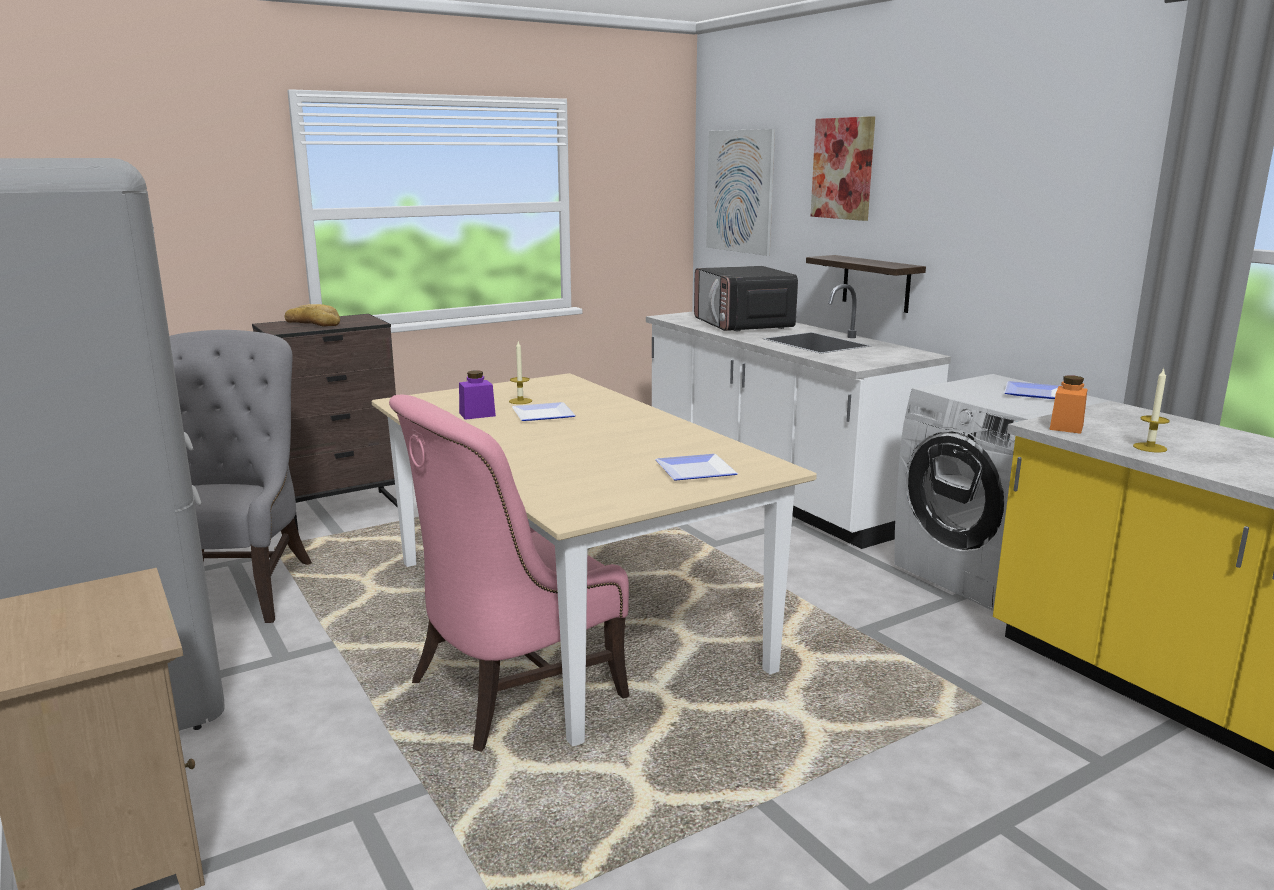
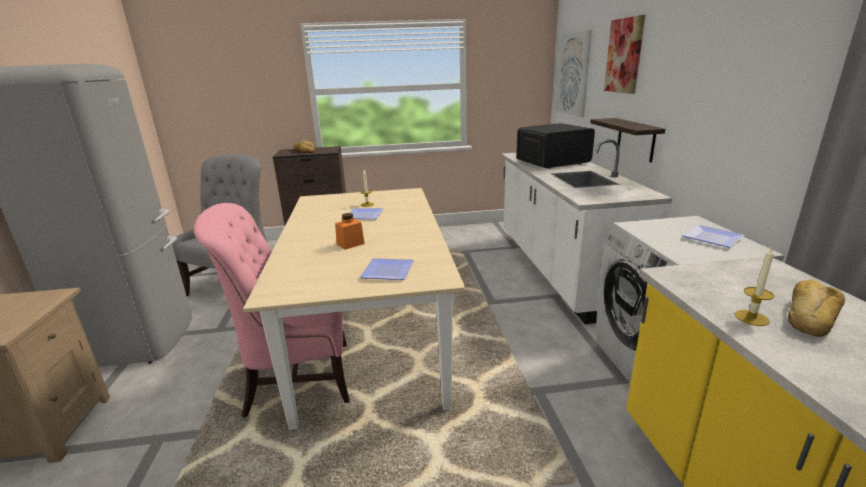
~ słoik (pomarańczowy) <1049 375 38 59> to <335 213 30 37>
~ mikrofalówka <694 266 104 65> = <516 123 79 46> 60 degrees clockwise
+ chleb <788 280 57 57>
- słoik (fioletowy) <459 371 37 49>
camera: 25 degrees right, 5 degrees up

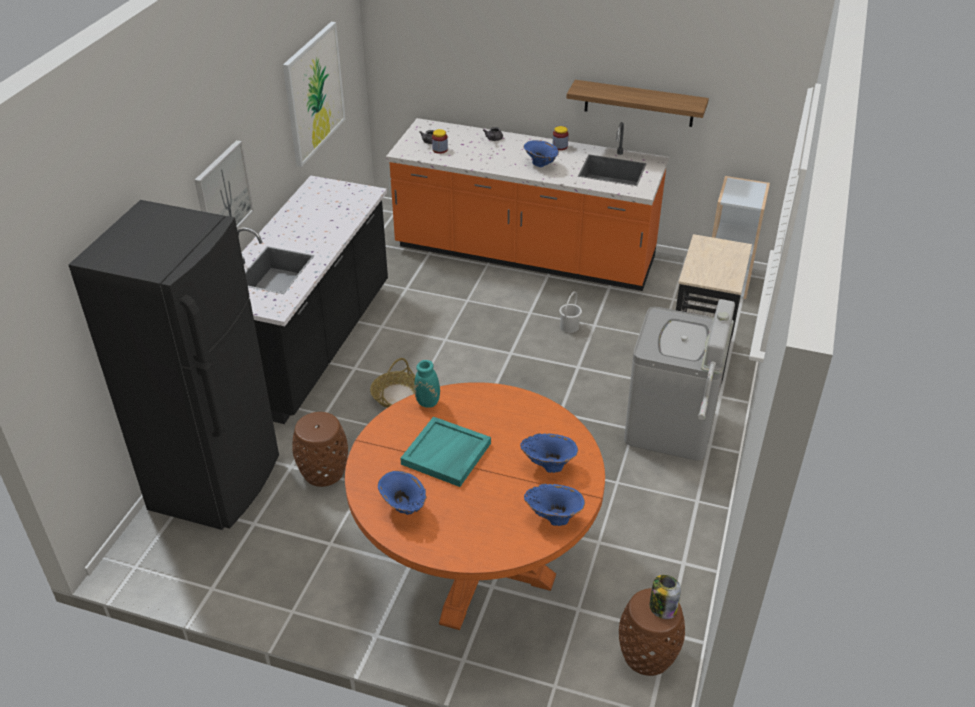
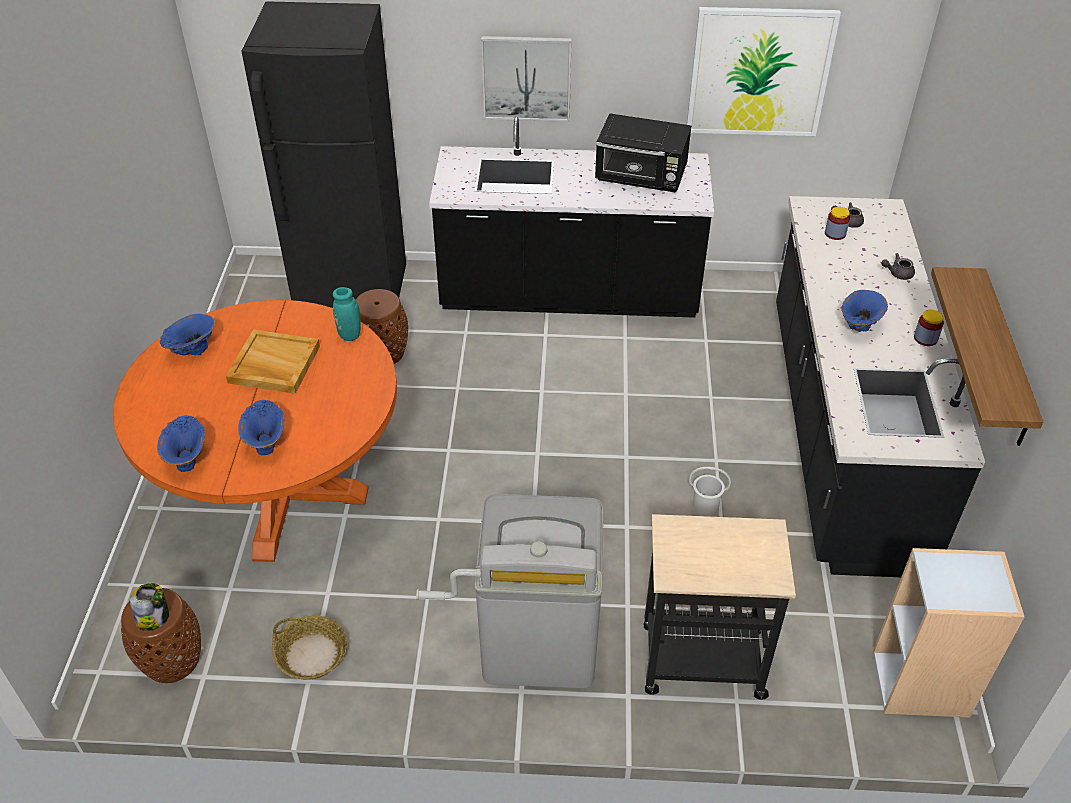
~ taca (turkusowy) <400 417 91 70> to taca (beżowy) <226 329 94 65>
~ koszyk <370 358 45 50> to <272 616 75 64>
+ mikrofalówka (czarny) <595 113 96 80>
~ zabudowa kuchenna (pomarańczowy) <386 118 283 173> to zabudowa kuchenna (czarny) <776 196 209 381>
camera: 75 degrees right, 5 degrees up

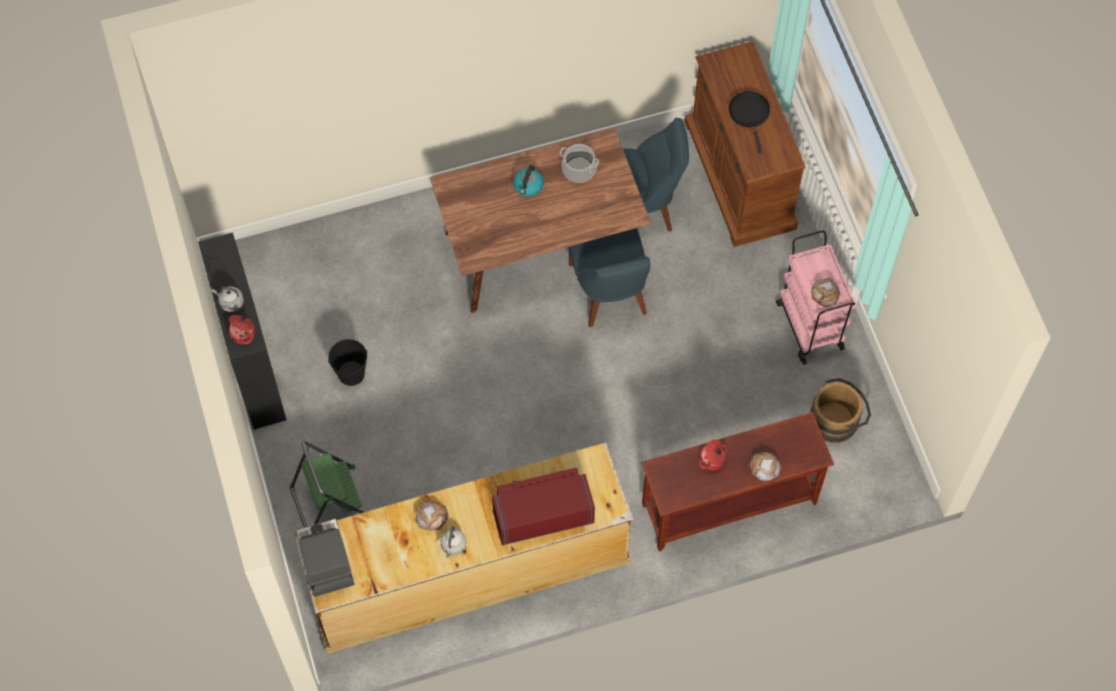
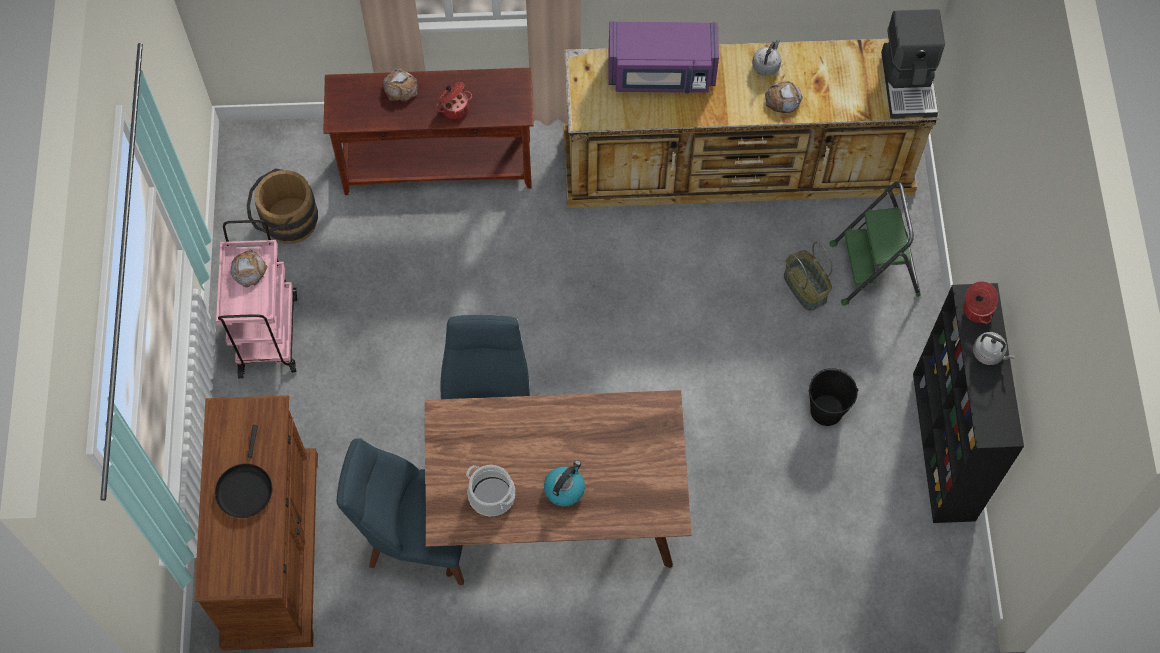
~ mikrofalówka (czerwony) <492 468 103 77> to mikrofalówka (fioletowy) <608 21 111 72>
+ koszyk <784 241 49 70>
camera: 165 degrees left, 0 degrees up

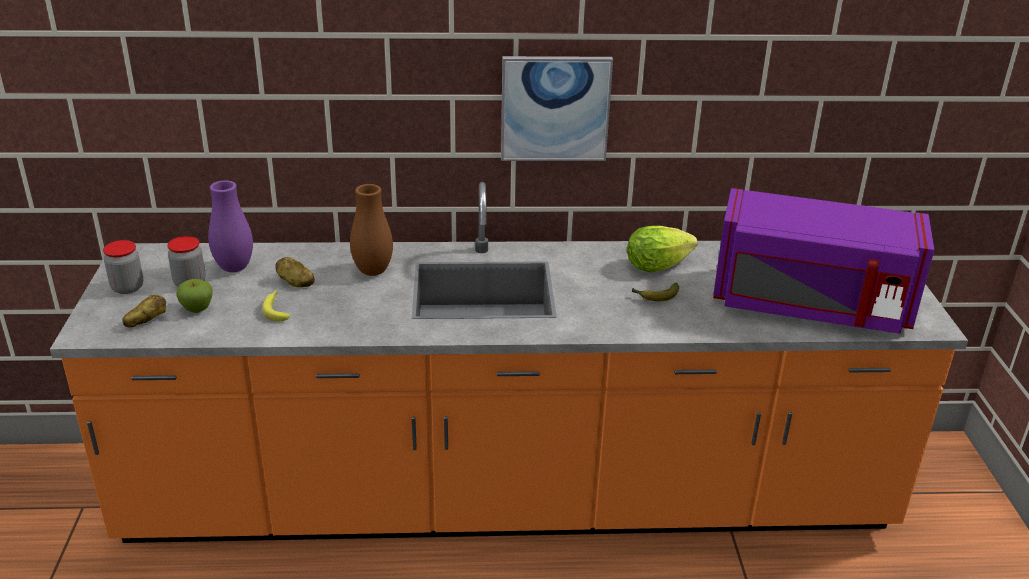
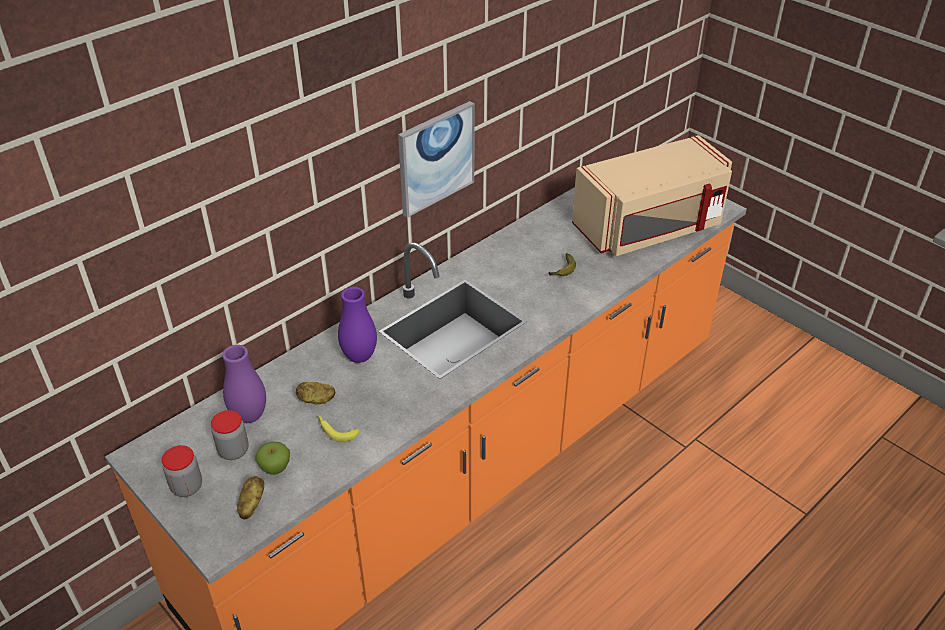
~ wazon (brązowy) <350 184 43 92> to wazon (fioletowy) <338 287 39 76>
~ mikrofalówka (fioletowy) <713 188 221 146> to mikrofalówka (beżowy) <572 135 160 121>
- sałata <627 226 71 47>
camera: 40 degrees left, 10 degrees up

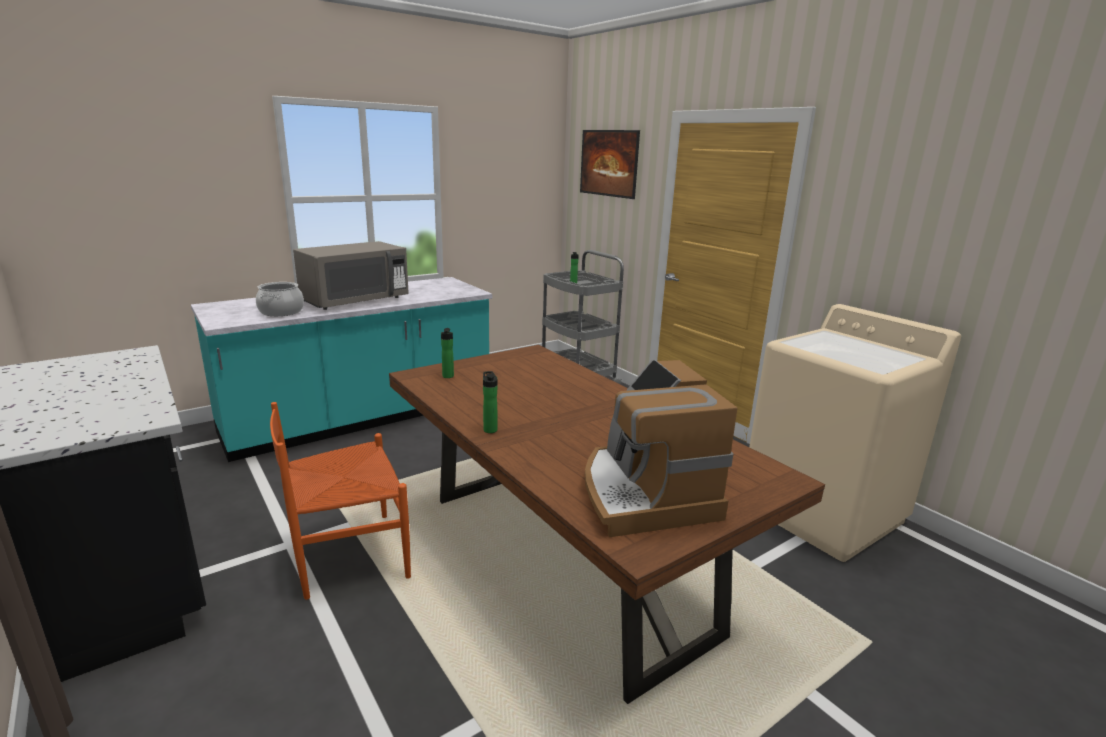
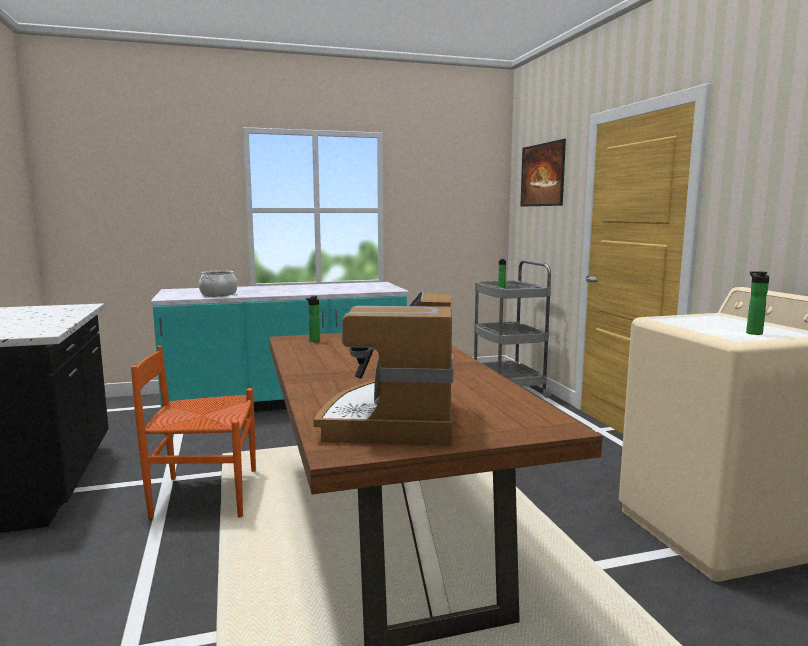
~ butelka <483 371 14 62> to <746 271 23 64>
- mikrofalówka (szary) <293 241 116 69>
camera: 20 degrees right, 10 degrees down

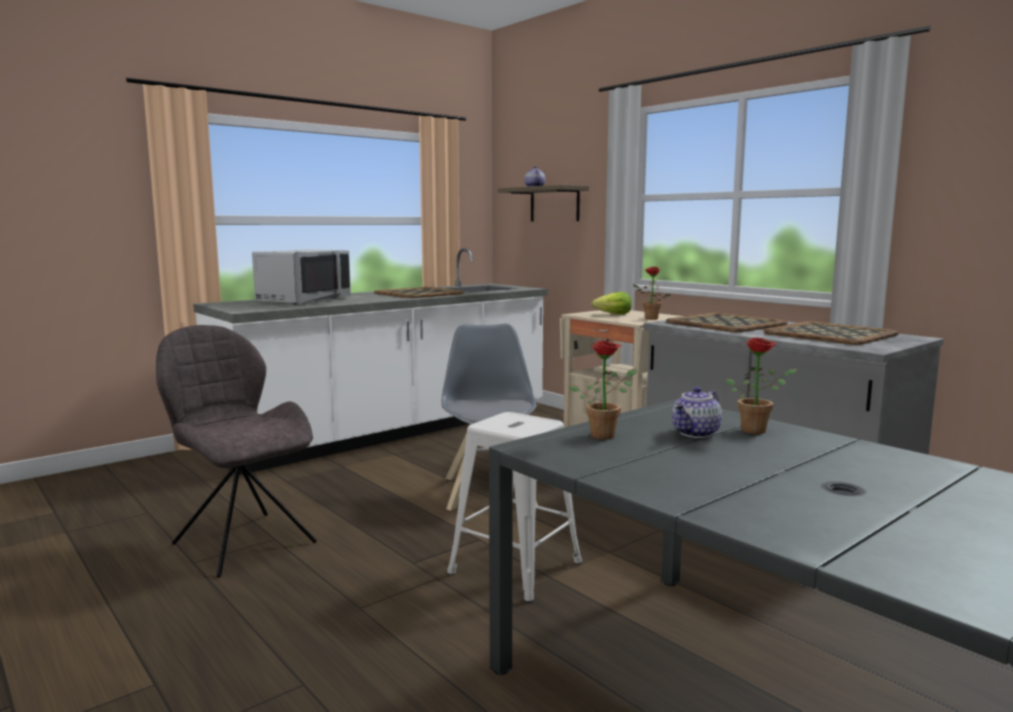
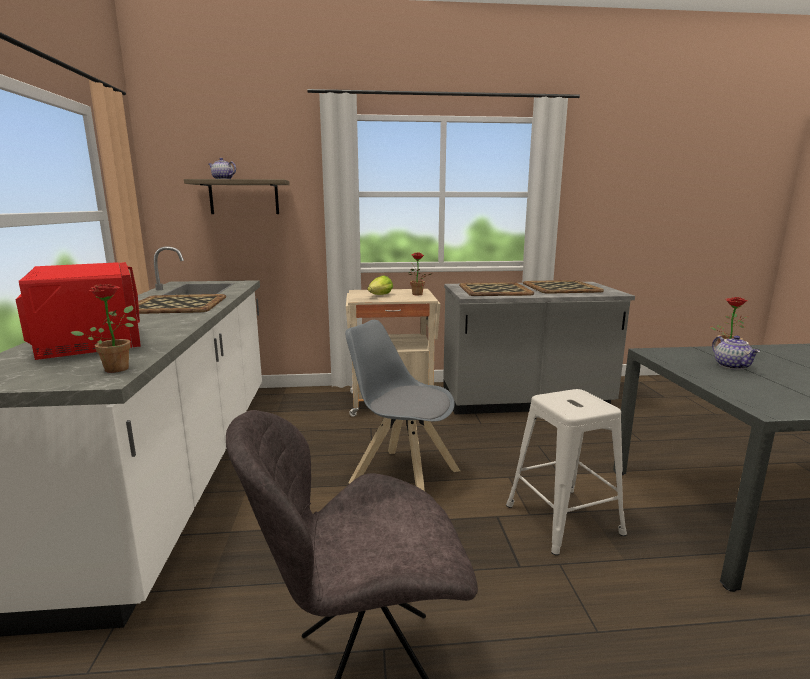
~ mikrofalówka (szary) <252 249 99 55> to mikrofalówka (czerwony) <15 262 126 98>
~ roślina doniczkowa <569 340 68 99> to <70 284 66 89>
camera: 55 degrees left, 5 degrees up

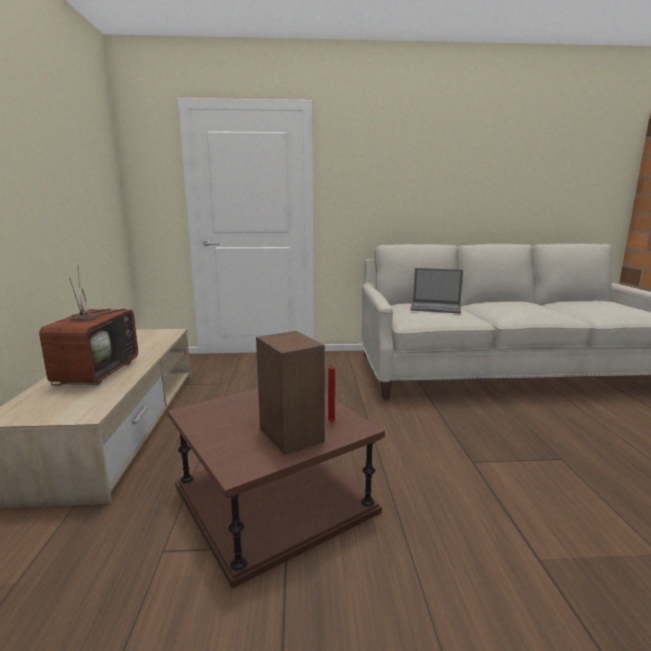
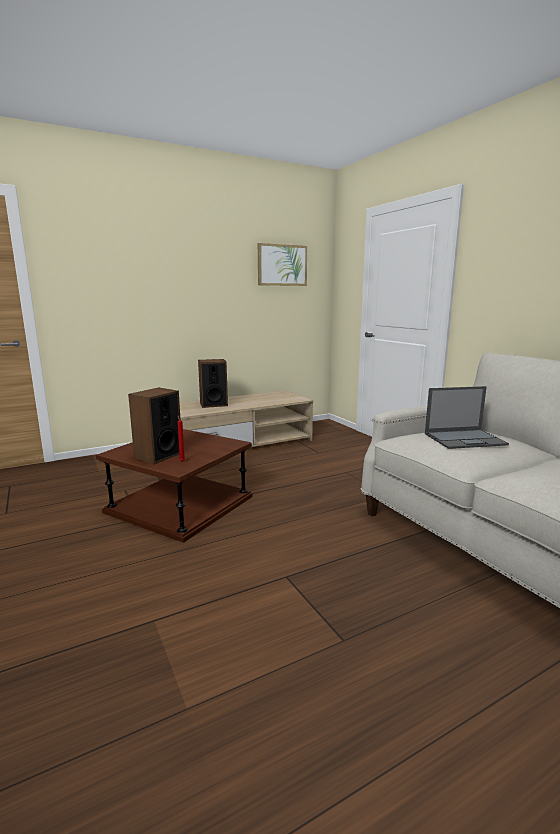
~ telewizor <39 264 99 122> to głośnik <198 359 30 49>
+ obraz <258 243 49 43>
~ laptop <410 268 53 46> = <425 386 84 63> 90 degrees counterclockwise
camera: 65 degrees right, 0 degrees up

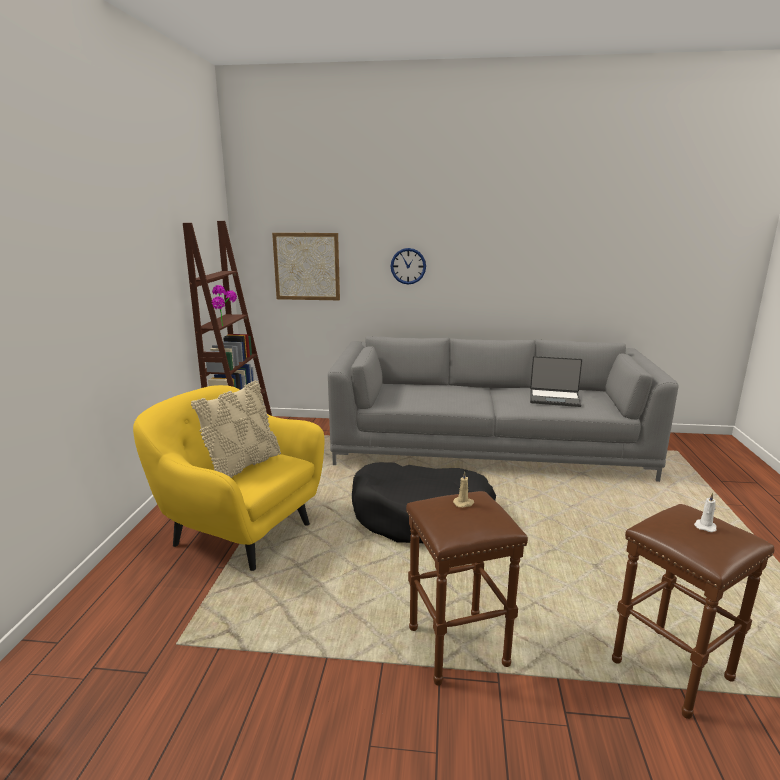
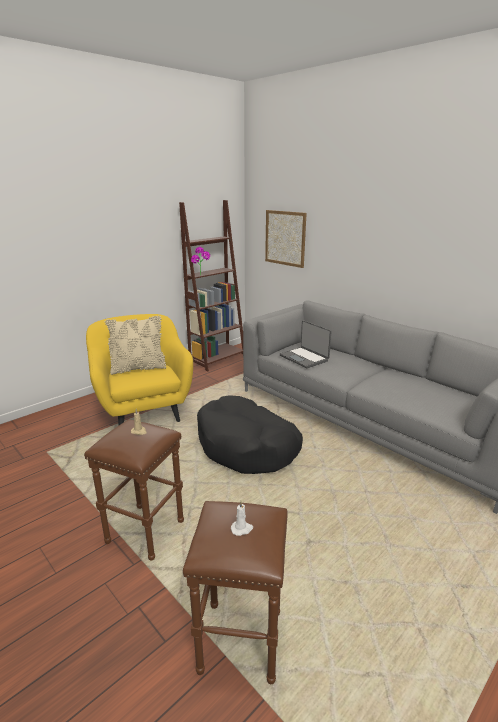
~ laptop <530 356 52 51> to <280 320 52 48>
- zegar ścienny <390 248 36 37>
camera: 40 degrees right, 5 degrees up

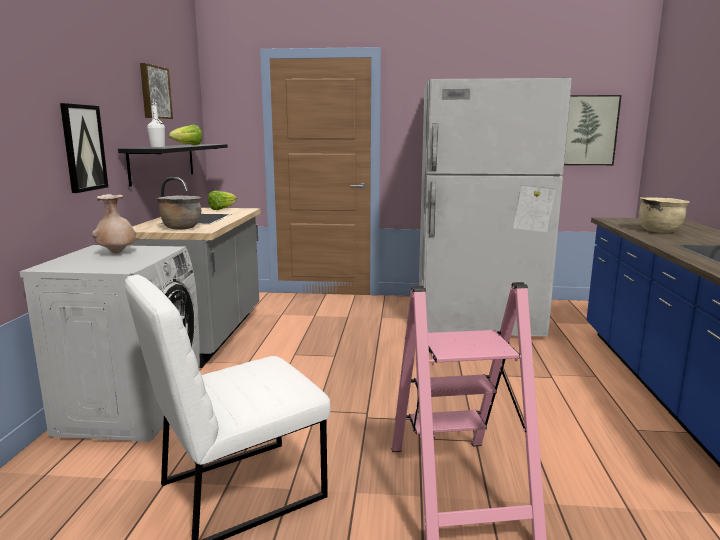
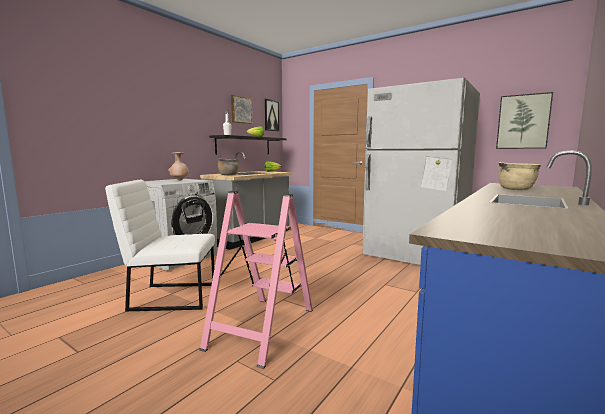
~ obraz <60 103 48 90> to <264 99 15 32>
camera: 30 degrees right, 5 degrees down

